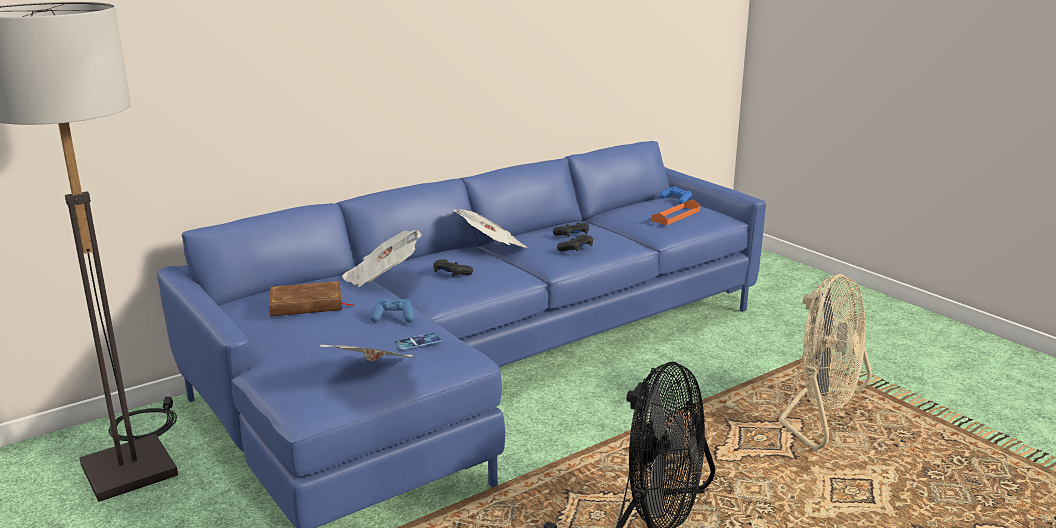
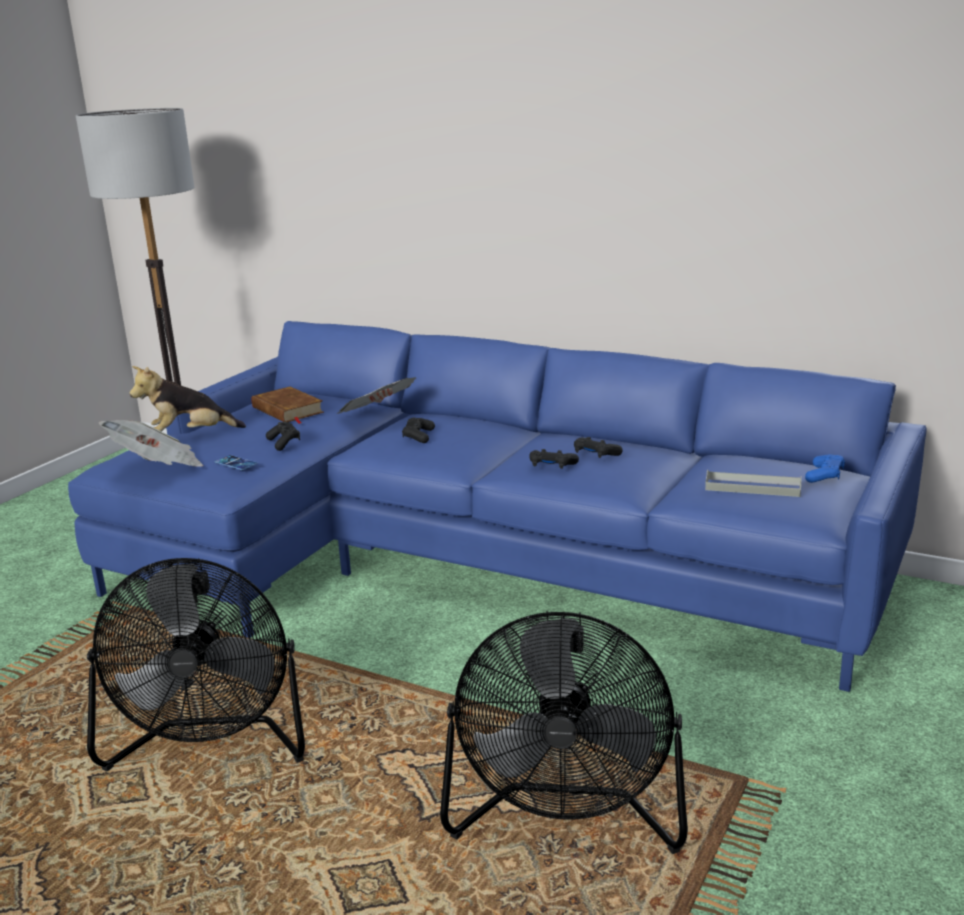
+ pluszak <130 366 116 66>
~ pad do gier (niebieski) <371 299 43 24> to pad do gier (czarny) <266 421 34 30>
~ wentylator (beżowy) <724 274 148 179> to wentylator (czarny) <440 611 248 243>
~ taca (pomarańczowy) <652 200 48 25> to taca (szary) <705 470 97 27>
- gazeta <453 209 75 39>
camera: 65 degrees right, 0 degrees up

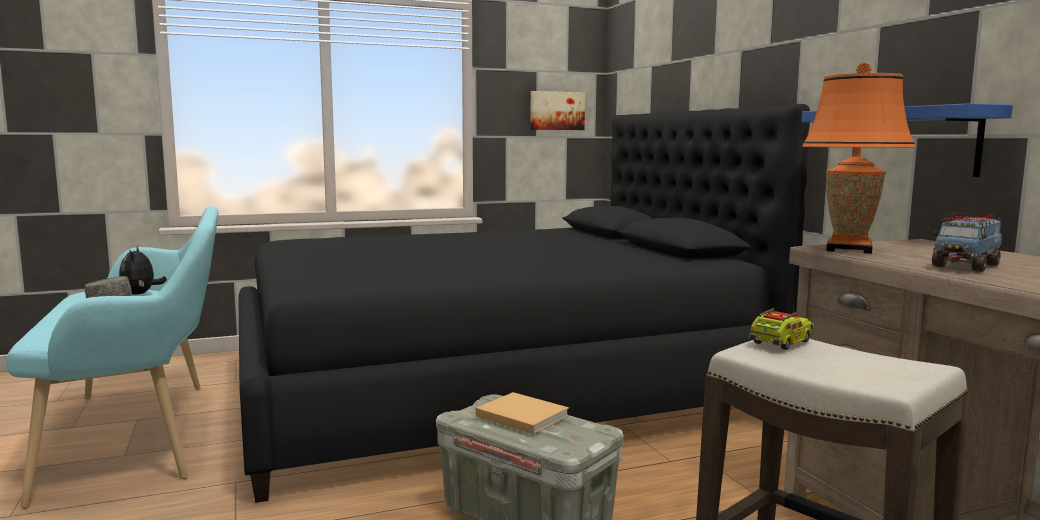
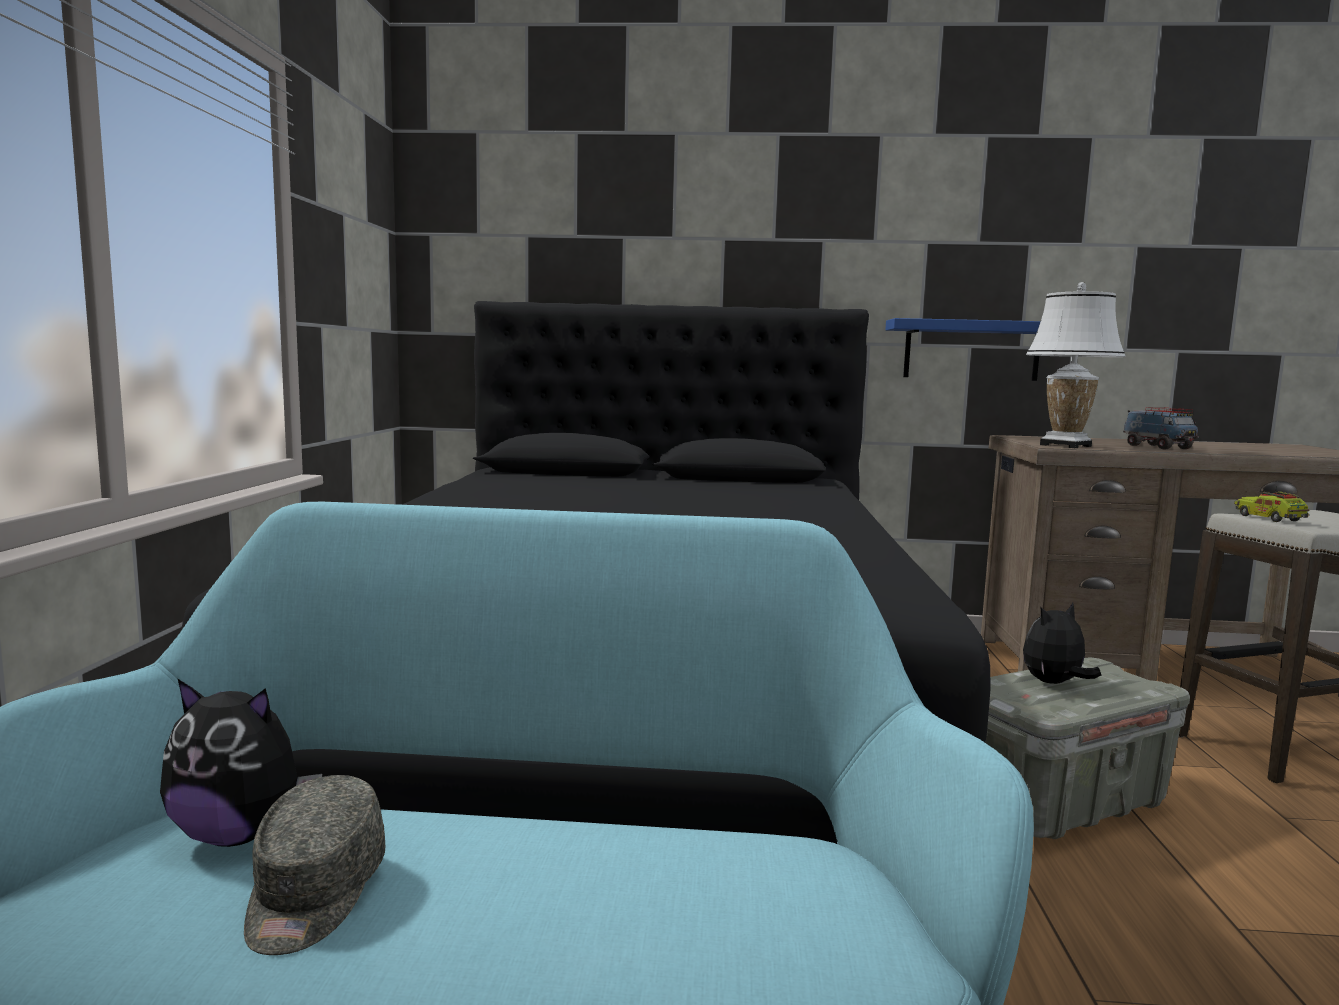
~ książka (beżowy) <476 392 93 42> to pluszak <1023 603 78 81>
~ lampa stołowa (pomarańczowy) <802 62 113 192> to lampa stołowa (biały) <1026 282 100 166>
- obraz <530 91 55 39>
camera: 65 degrees left, 0 degrees up

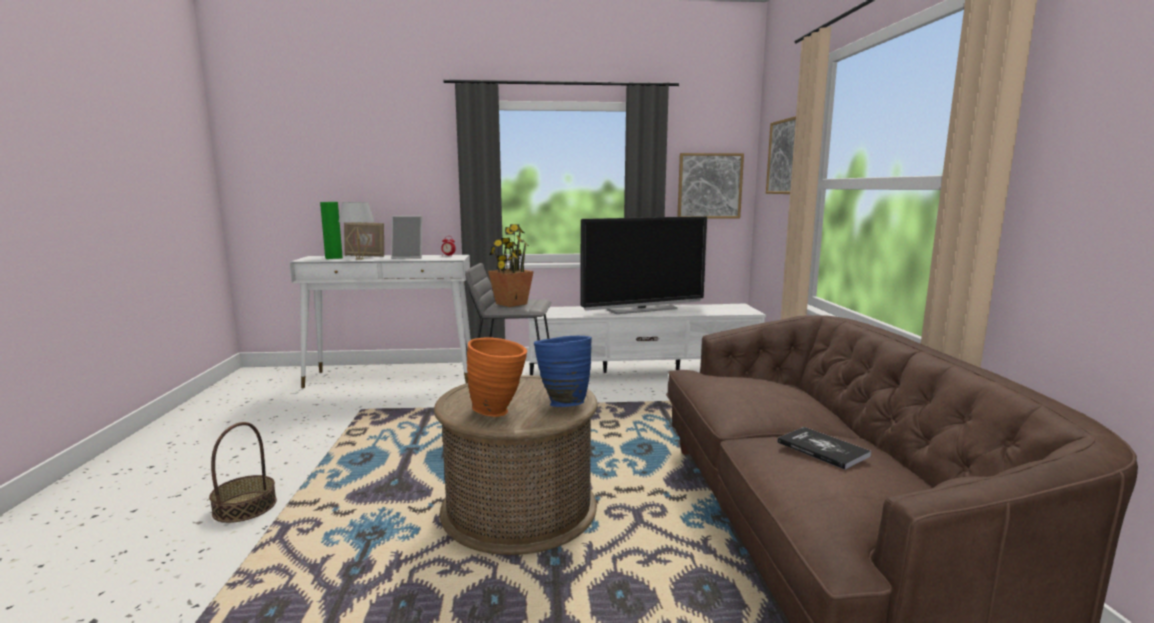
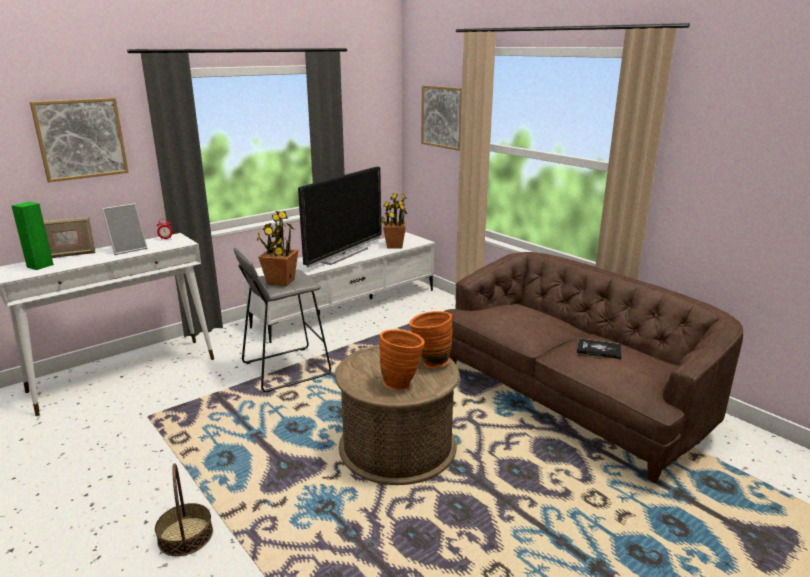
~ obraz <677 153 67 66> to <30 98 99 84>
+ roślina doniczkowa <381 193 27 55>
~ wazon (niebieski) <534 336 58 71> to wazon (pomarańczowy) <409 311 43 57>
- lampa stołowa (biały) <339 202 35 58>
camera: 35 degrees left, 10 degrees up

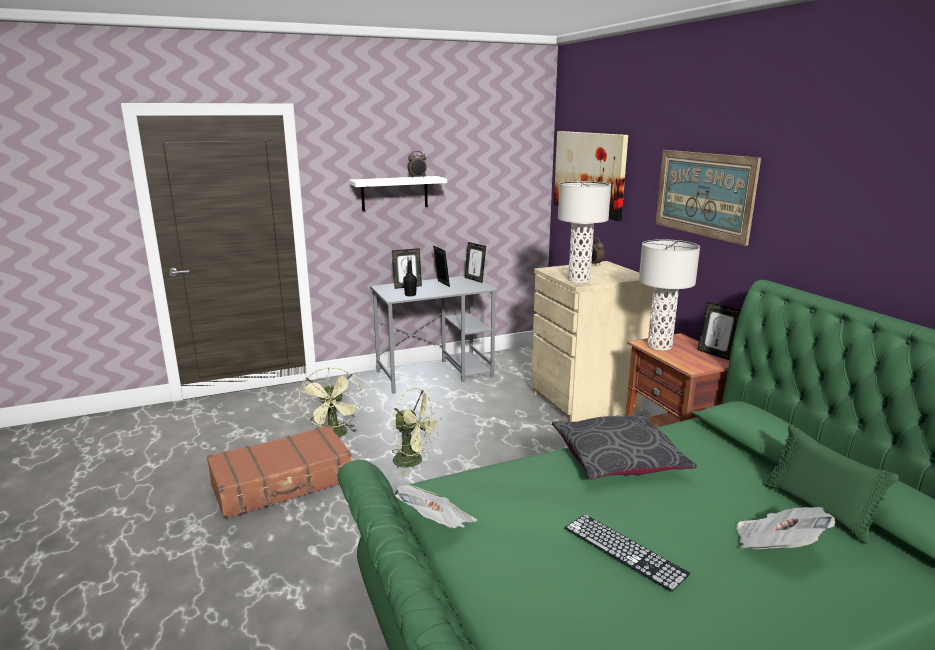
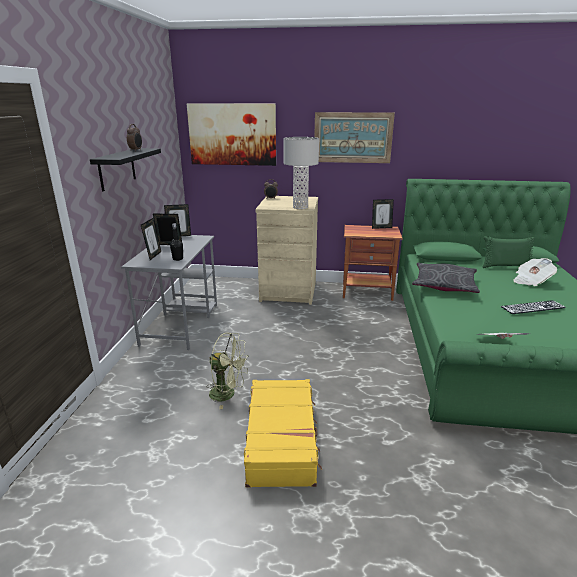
~ półka (biały) <349 176 98 35> to półka (czarny) <90 148 71 44>
~ walizka (brązowy) <207 425 145 94> to walizka (żółty) <244 379 78 109>
- wentylator (zielony) <392 388 50 87>
- lampa stołowa (biały) <639 239 61 111>
camera: 60 degrees left, 5 degrees up

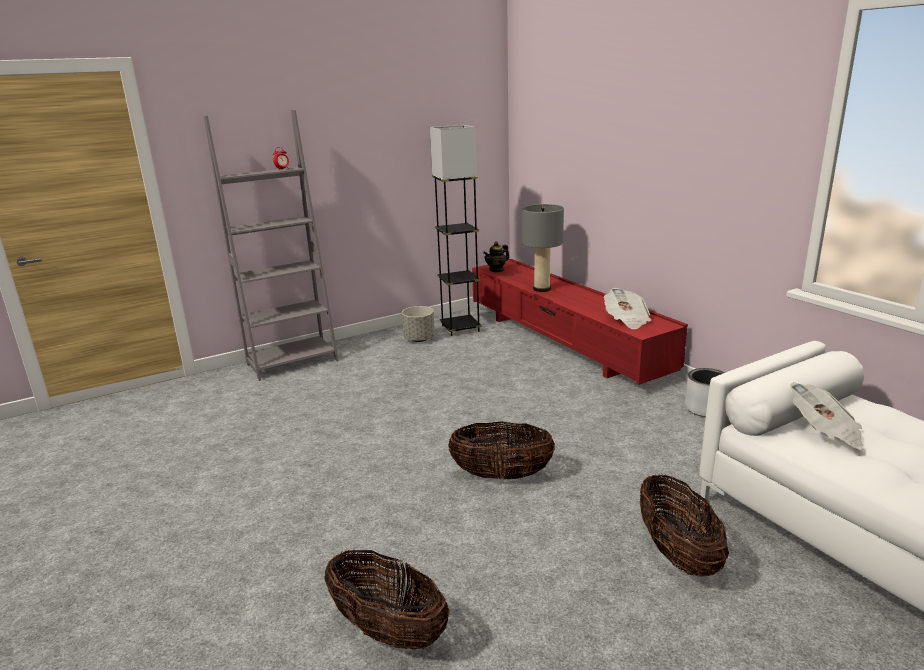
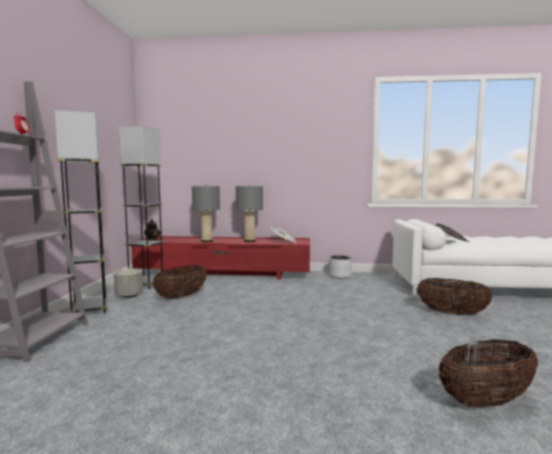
+ lampa stojąca (szary) <55 110 53 204>
~ koszyk <448 422 107 57> to <153 265 54 34>
+ lampa stołowa (szary) <236 185 27 57>
camera: 55 degrees left, 15 degrees down

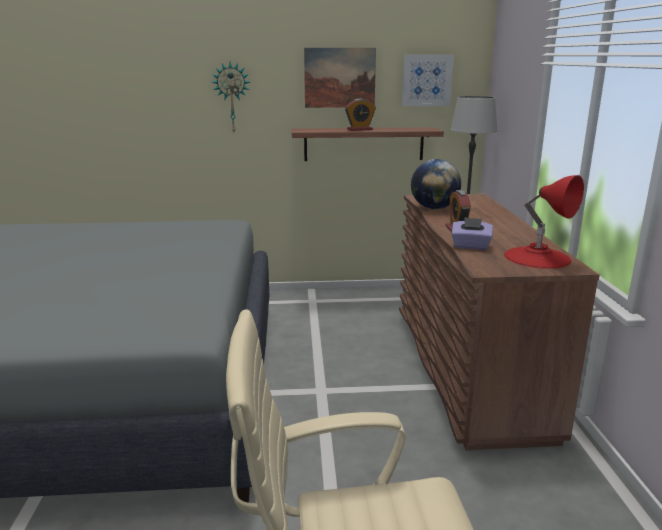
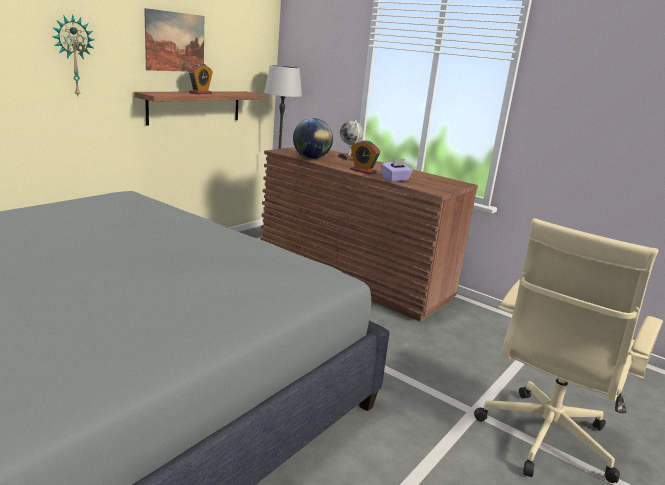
+ globus <338 120 25 41>
- obraz <402 55 52 51>
- lampa stołowa (czerwony) <504 175 80 94>
camera: 50 degrees left, 0 degrees up

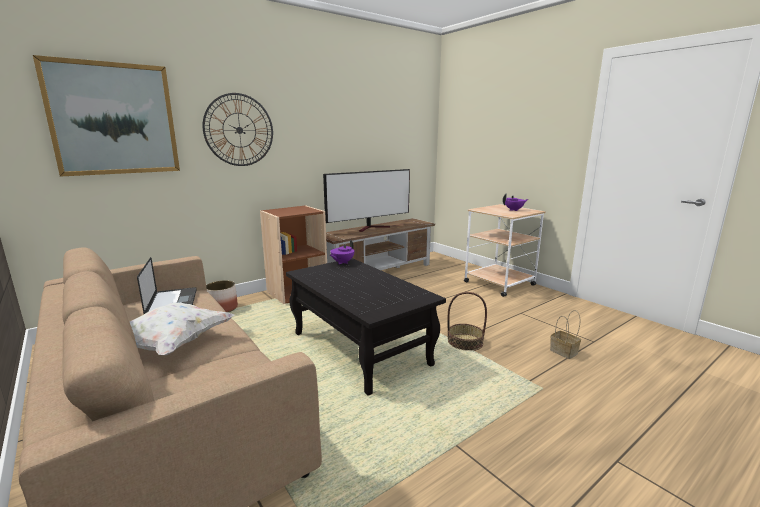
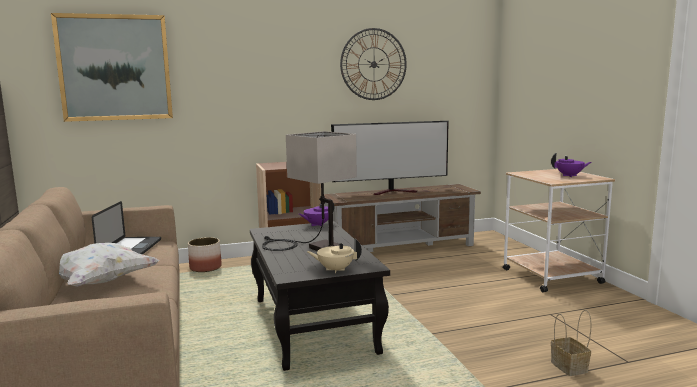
+ lampa stołowa <262 131 95 120>
+ imbryk (beżowy) <307 239 55 34>
~ zegar ścienny <203 93 70 73> to <340 28 67 72>
- koszyk <448 292 39 59>
camera: 20 degrees right, 5 degrees down

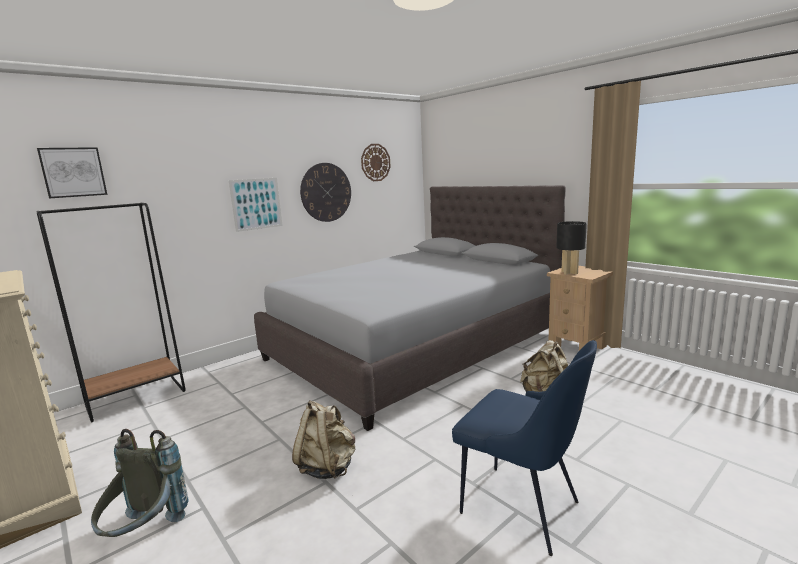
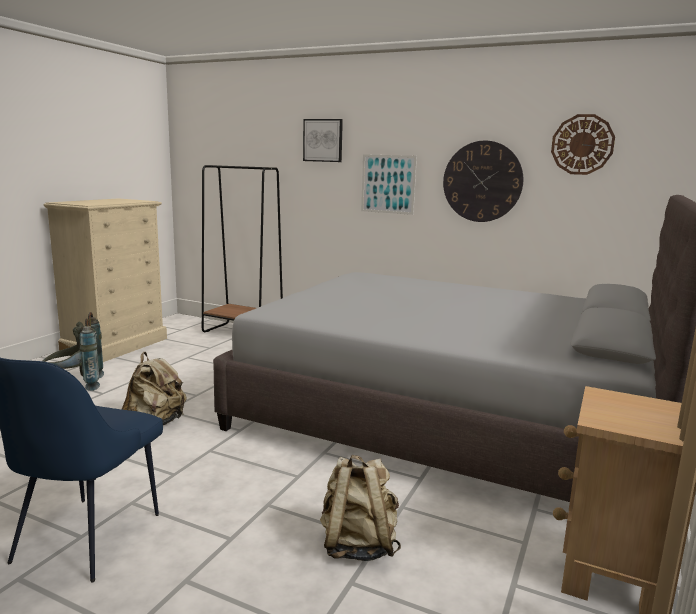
~ obraz <37 147 70 52> to <303 119 40 43>
- lampa stołowa (czarny) <556 221 31 54>
camera: 65 degrees right, 0 degrees up

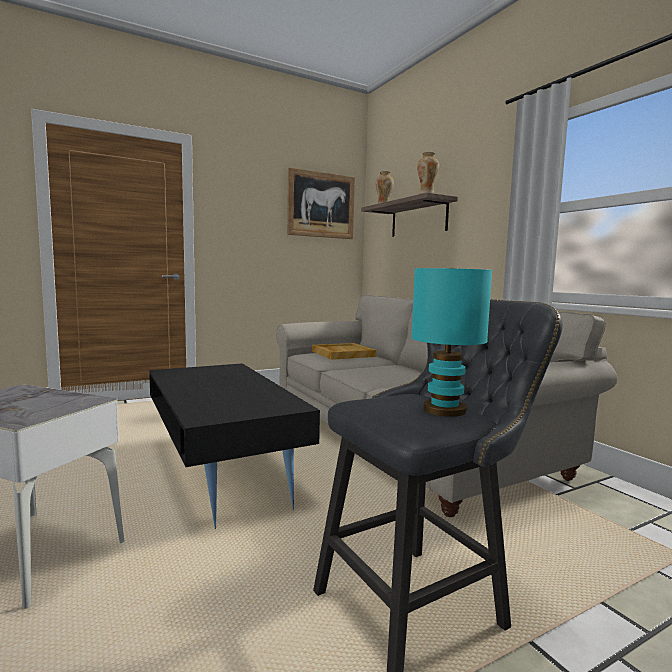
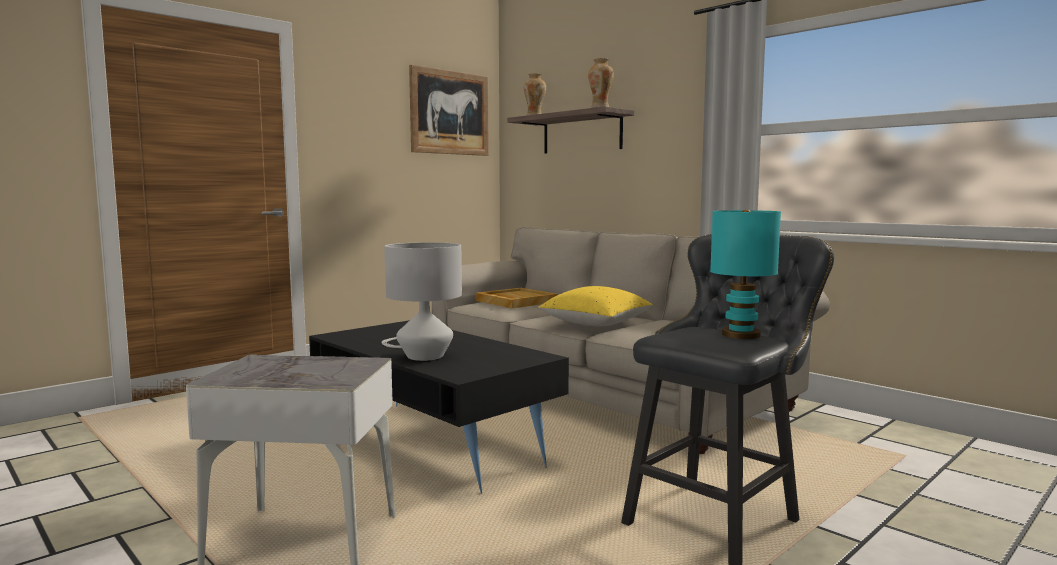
+ lampa stołowa (biały) <381 242 81 119>
+ poduszka (żółty) <538 286 115 40>
camera: 15 degrees left, 0 degrees up

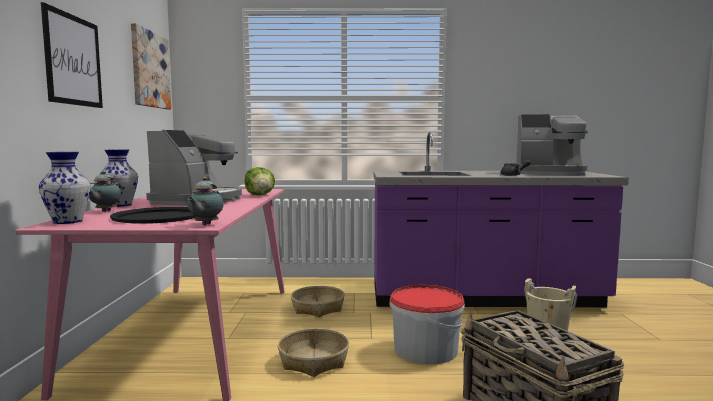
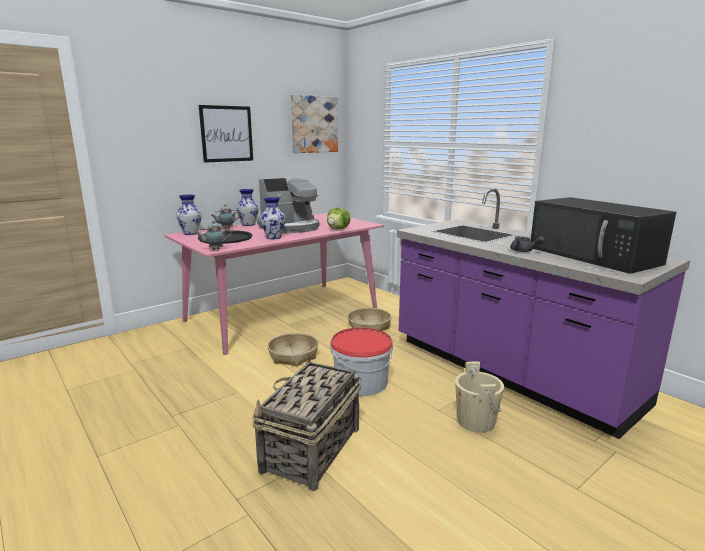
+ wazon <260 197 26 42>
~ ekspres do kawy <511 114 77 61> to mikrofalówka (czarny) <531 197 145 77>
camera: 50 degrees right, 10 degrees up

